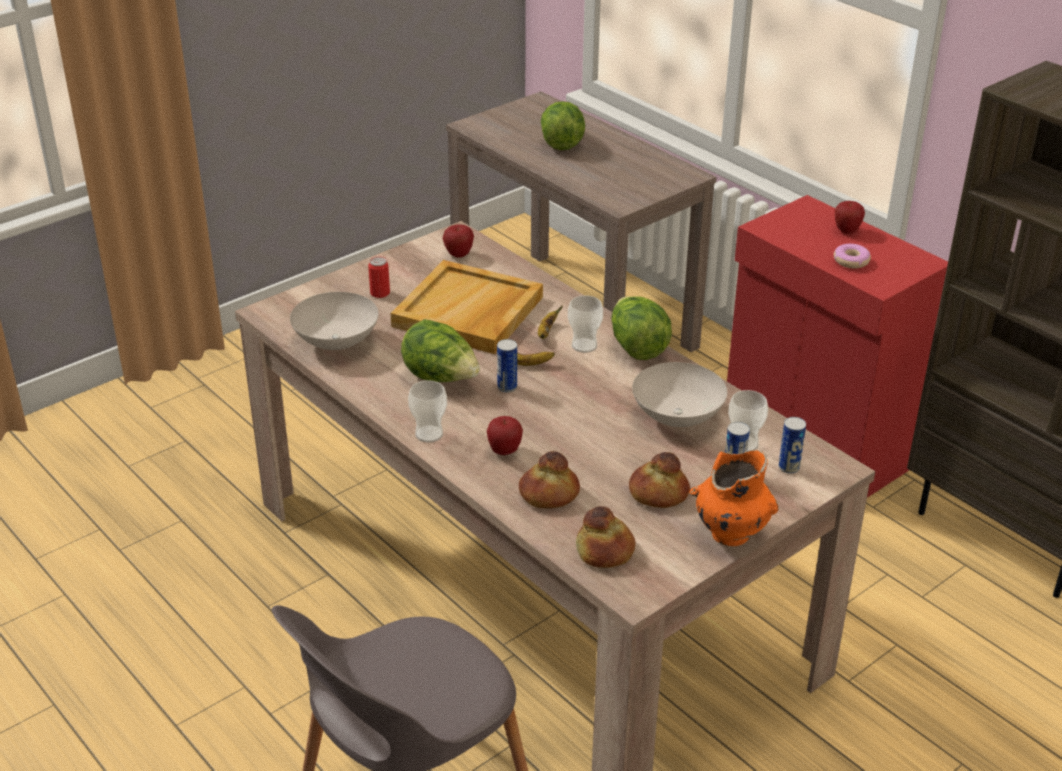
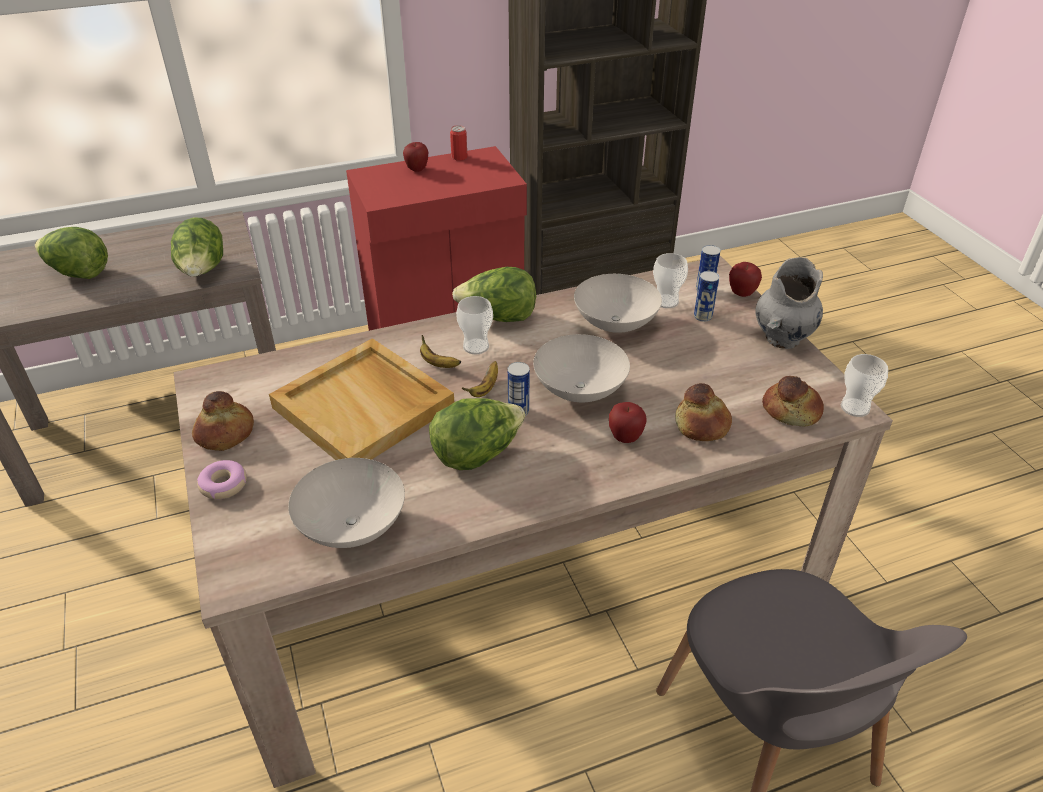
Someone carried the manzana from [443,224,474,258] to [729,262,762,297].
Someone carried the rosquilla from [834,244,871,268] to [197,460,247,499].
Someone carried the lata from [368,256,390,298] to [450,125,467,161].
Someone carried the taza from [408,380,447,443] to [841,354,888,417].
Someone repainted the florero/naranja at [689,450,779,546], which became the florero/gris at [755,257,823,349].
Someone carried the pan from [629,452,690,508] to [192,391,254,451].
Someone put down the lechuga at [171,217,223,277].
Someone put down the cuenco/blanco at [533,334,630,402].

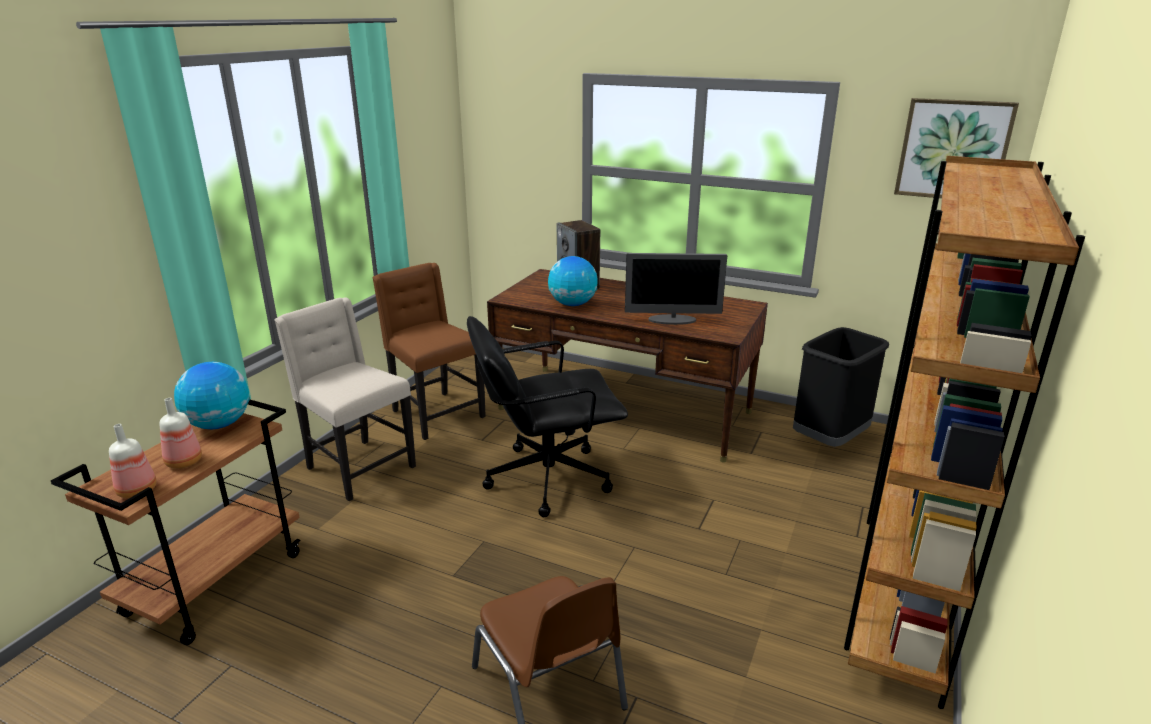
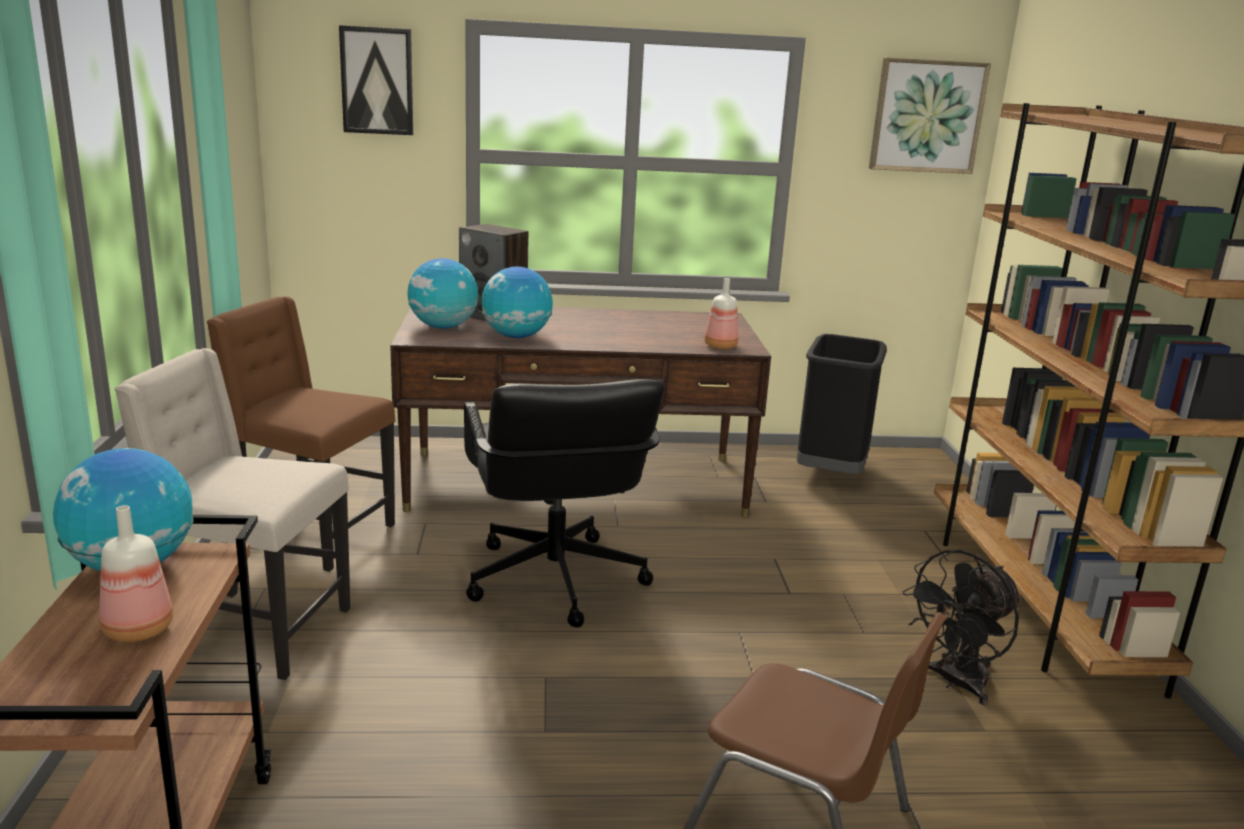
Someone took away the monitor at [625,253,727,325].
Someone rotated the silla de oficina/negro at [467,316,628,517] by 60 degrees counterclockwise.
Someone carried the botella from [109,424,157,499] to [704,278,738,349].
Someone put up the cuadro at [339,25,413,135].
Someone put down the globo terráqueo at [408,258,478,329].
Someone put down the ventilador/negro at [902,550,1021,705].

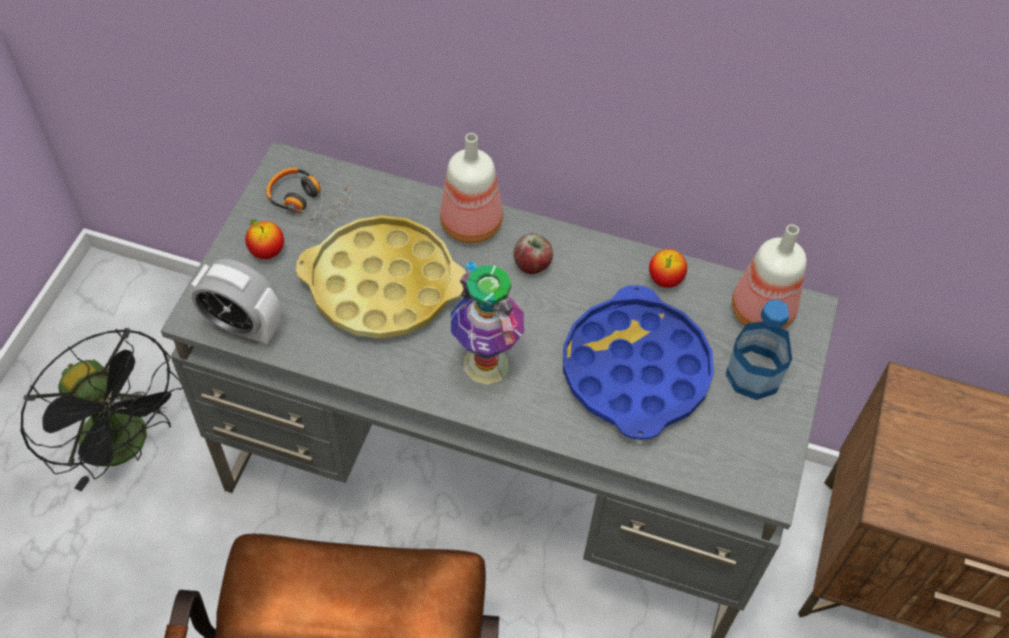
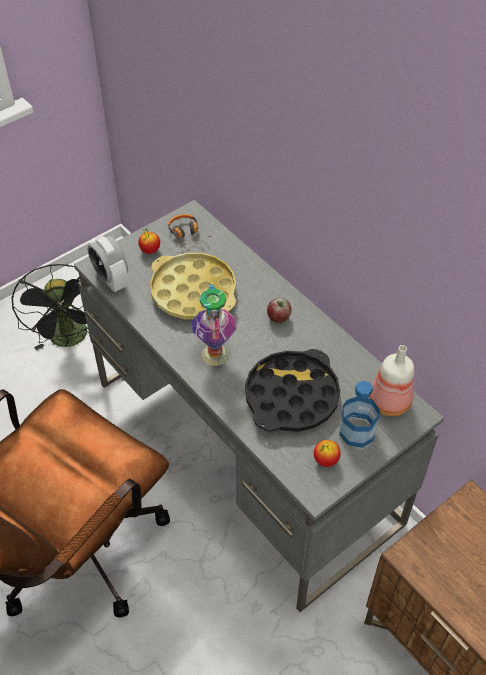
Someone took away the botella at [440,133,503,244].
Someone carried the manzana from [649,249,687,288] to [314,440,341,467].
Someone repainted the bandeja/azul at [563,285,714,440], which became the bandeja/negro at [245,349,340,432].

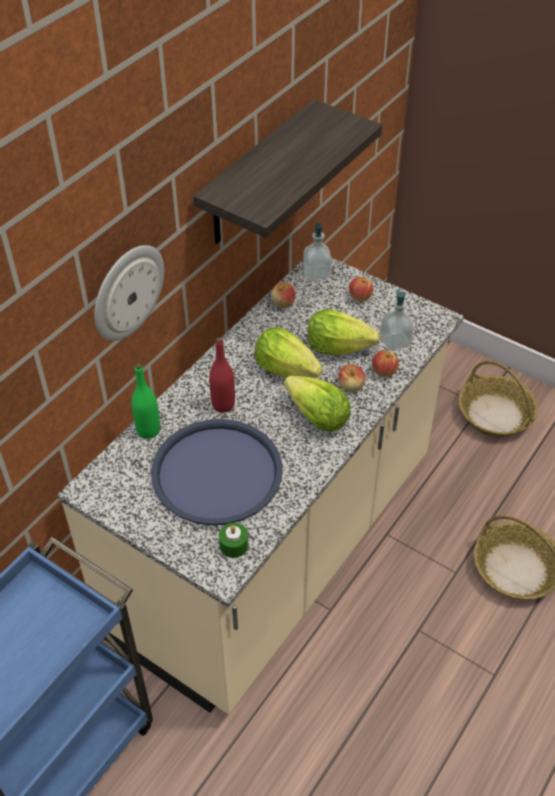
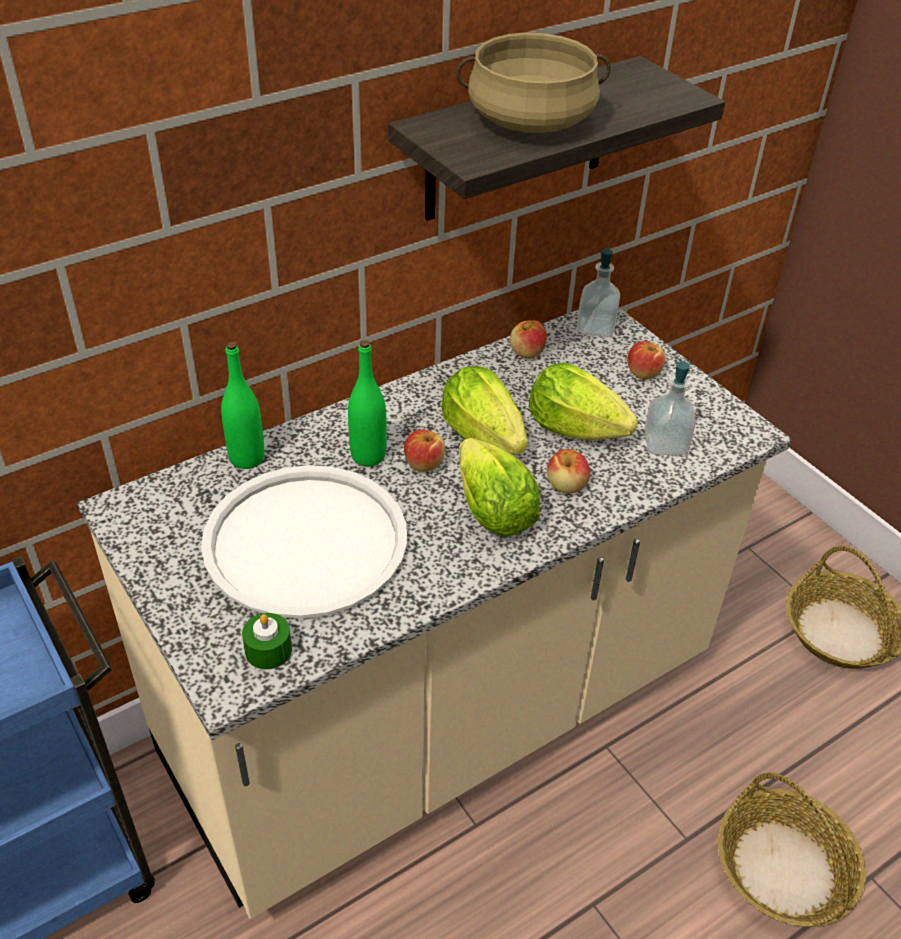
Someone took away the reloj de pared at [94,245,164,341].
Someone repainted the botella/rojo at [209,337,235,413], which became the botella/verde at [348,340,386,466].
Someone carried the manzana from [372,351,399,377] to [404,429,445,472].
Someone repainted the bandeja/azul at [151,419,283,526], which became the bandeja/blanco at [201,465,407,619].
Someone put down the olla/beis at [456,32,611,133].

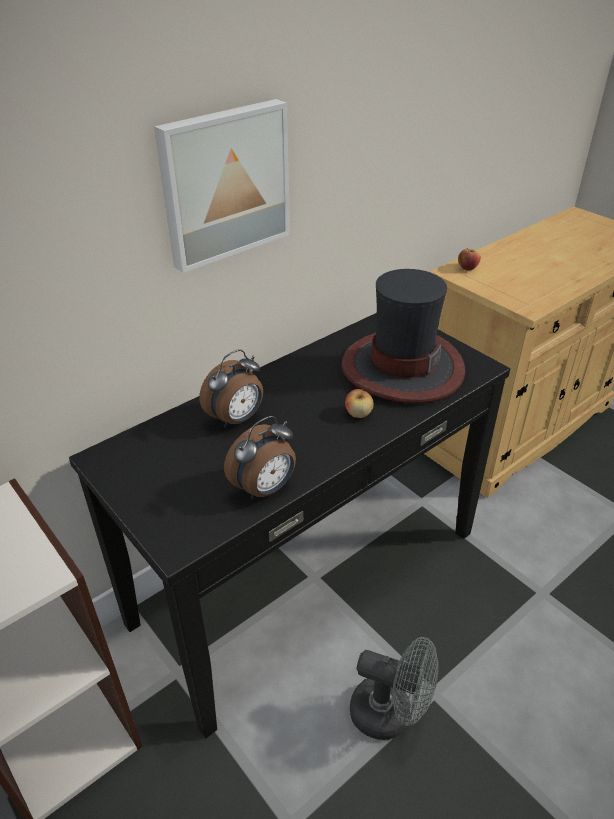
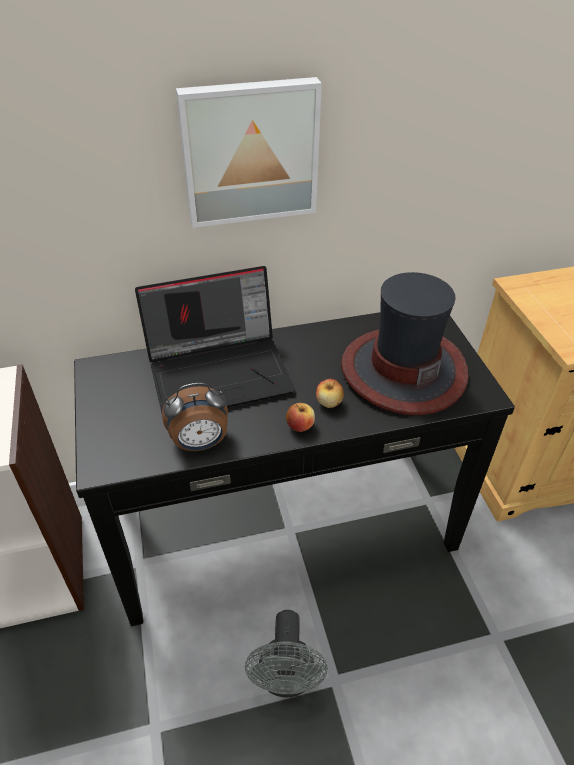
Someone carried the manzana from [458,248,481,271] to [286,403,315,432].
Someone swapped the despertador at [200,349,263,428] for the portátil at [135,266,295,413].
Someone rotated the ventilador/gris at [350,637,438,740] by 45 degrees clockwise.

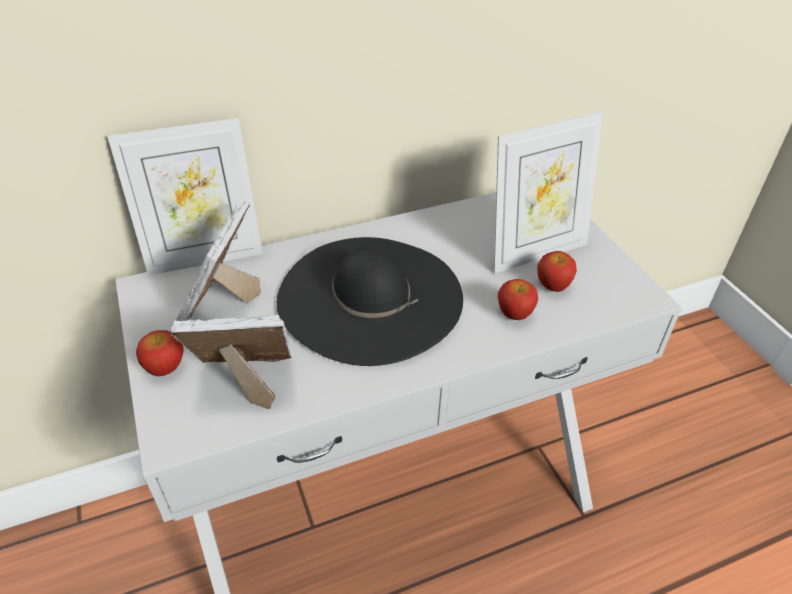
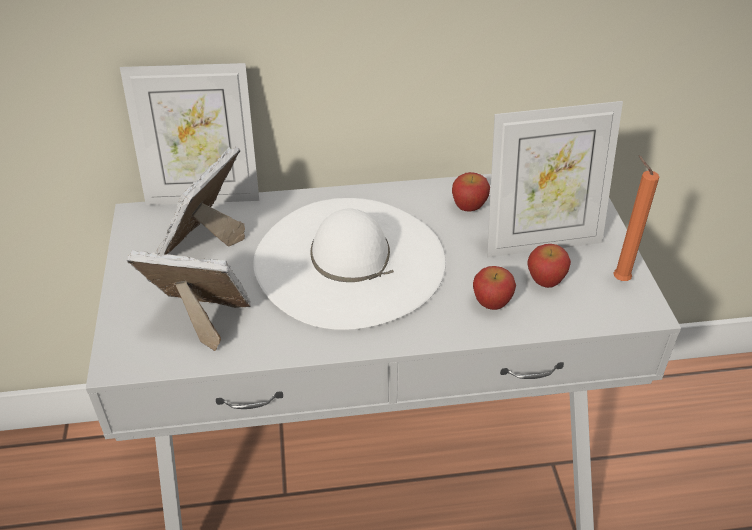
Someone repainted the sombrero/negro at [277,237,463,366], which became the sombrero/blanco at [253,198,446,330].
Someone carried the manzana from [136,330,184,376] to [452,172,490,212].
Someone put down the vela/naranja at [613,155,659,281].

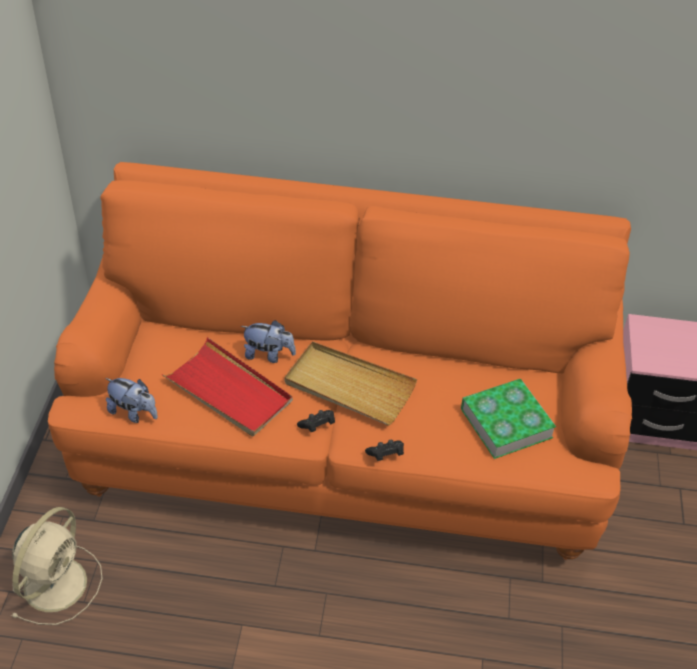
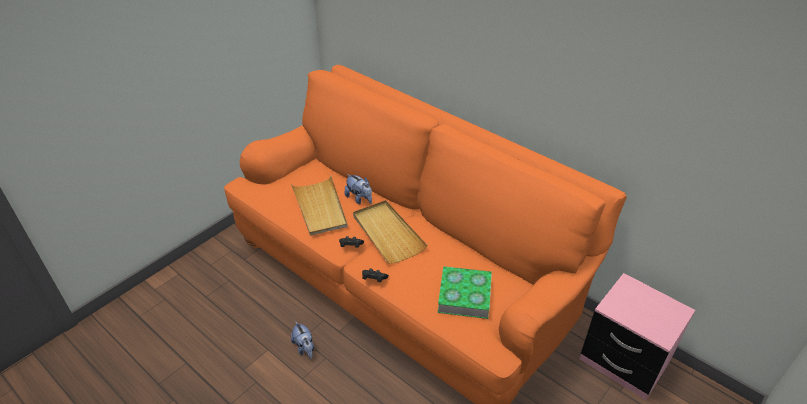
Someone repainted the bandeja/rojo at [162,337,293,437], which became the bandeja/beis at [291,176,348,236].
Someone carried the peluche from [105,378,158,423] to [291,321,314,359].
Someone took away the ventilador/beis at [11,507,103,625].

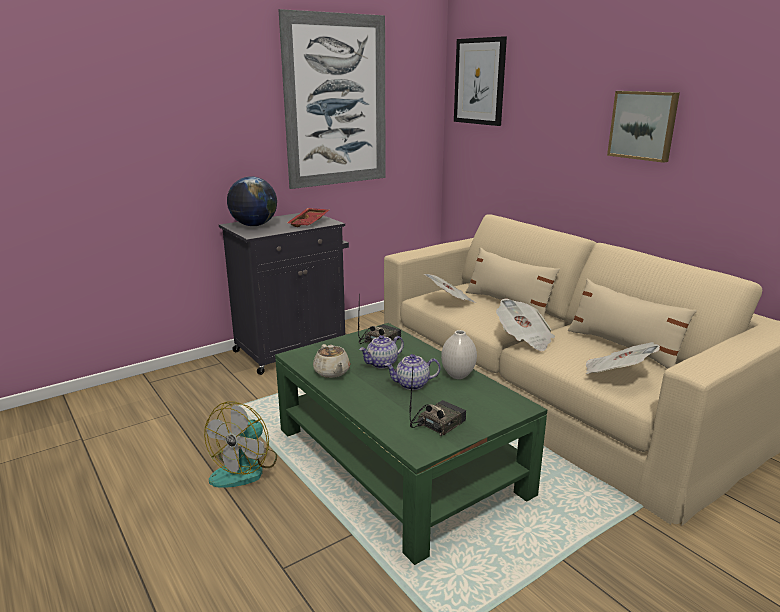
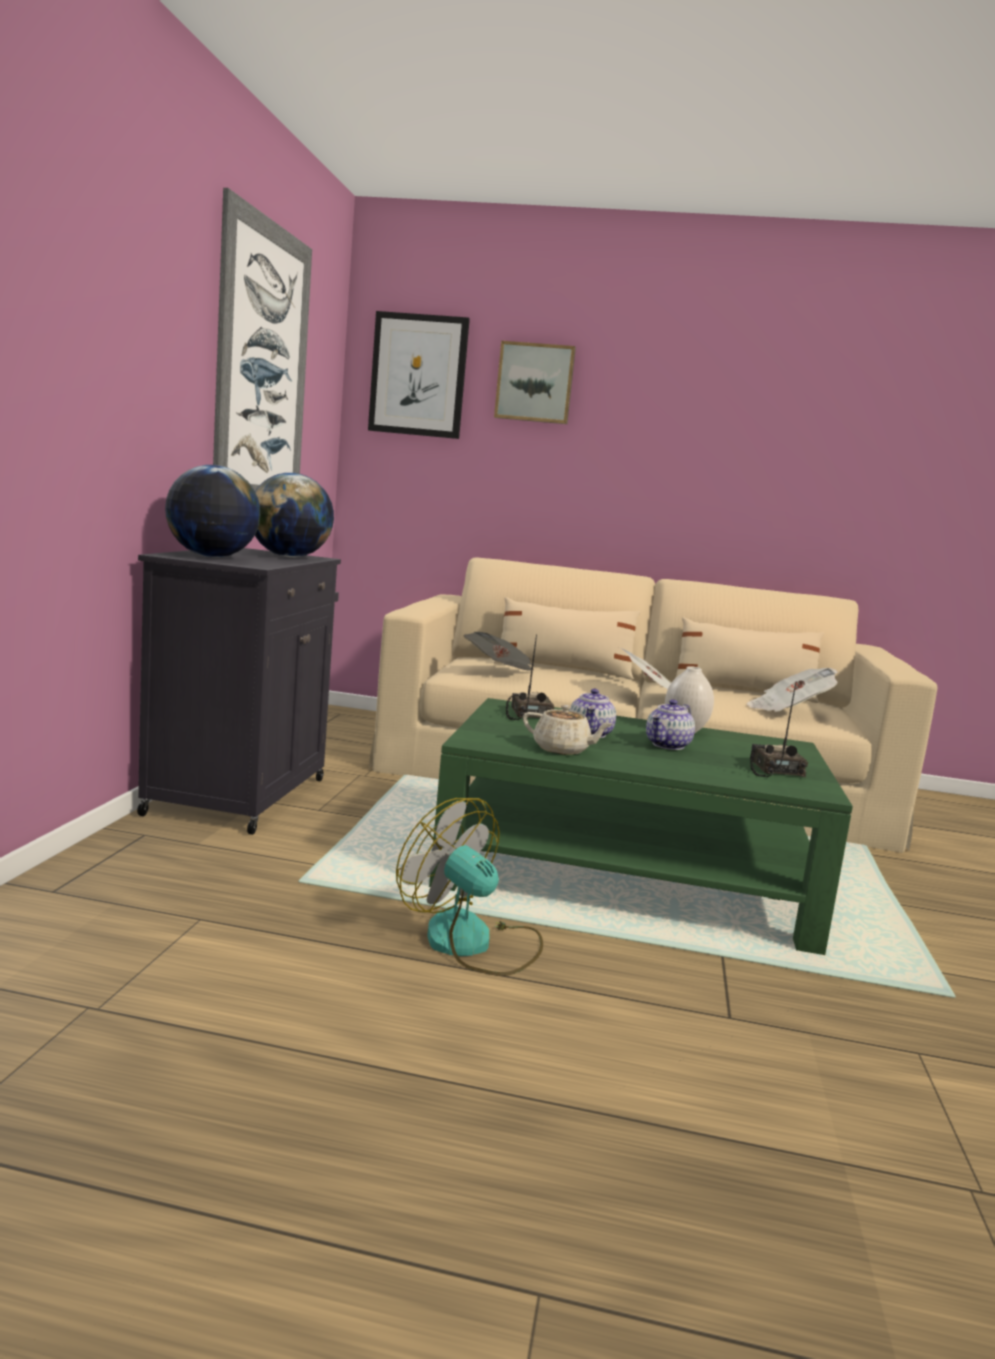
Someone carried the cuadro from [607,91,680,163] to [494,341,576,424].
Someone swapped the bandeja/rojo at [287,208,329,227] for the globo terráqueo at [255,473,334,557].
Someone rotated the ventilador at [204,401,277,488] by 150 degrees clockwise.

